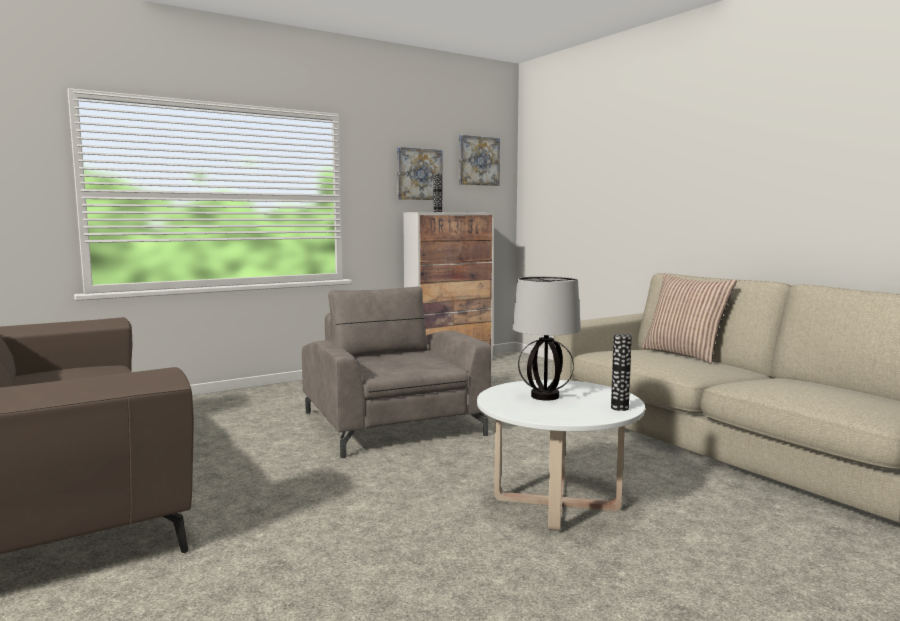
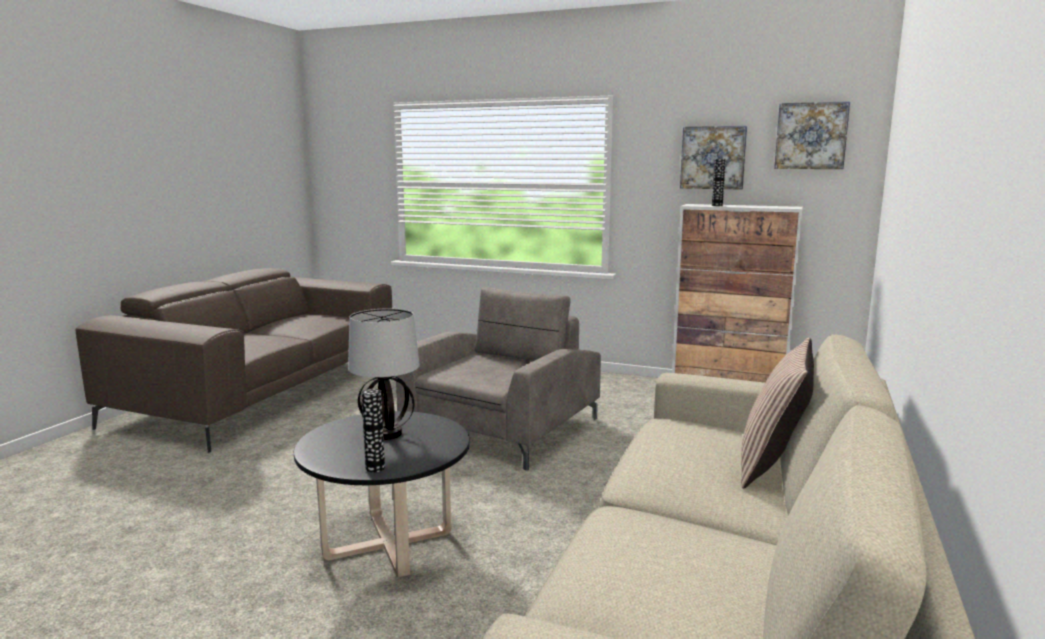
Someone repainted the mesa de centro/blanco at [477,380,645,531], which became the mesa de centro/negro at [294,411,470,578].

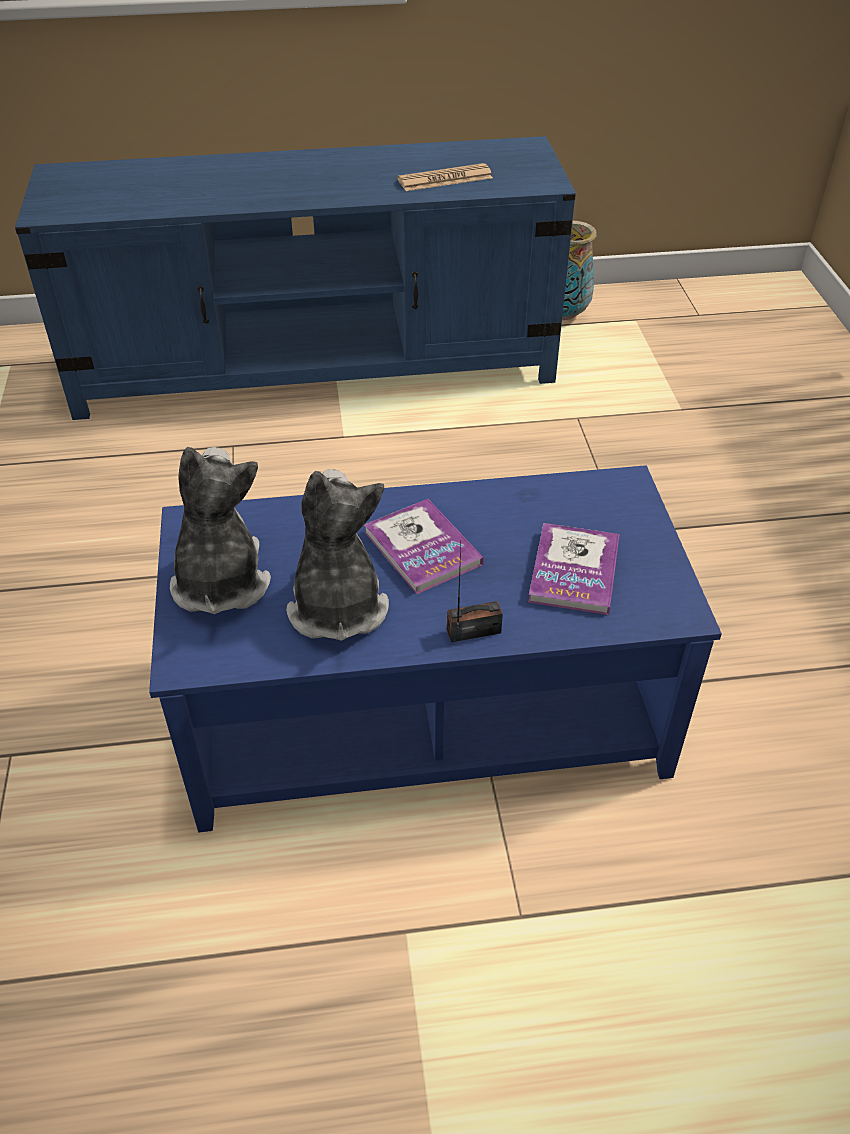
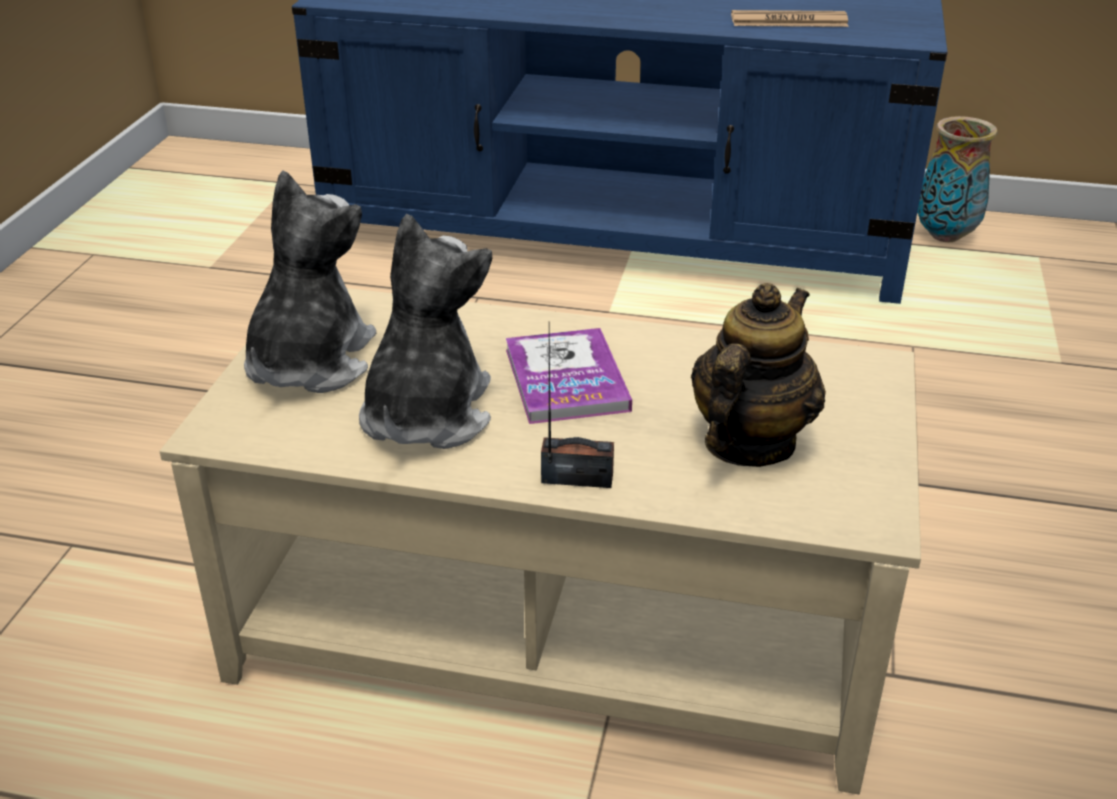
Someone repainted the mesa de centro/azul at [149,465,722,832], which became the mesa de centro/beis at [159,288,921,794].
Someone swapped the libro at [528,523,620,615] for the tetera at [691,283,826,467].

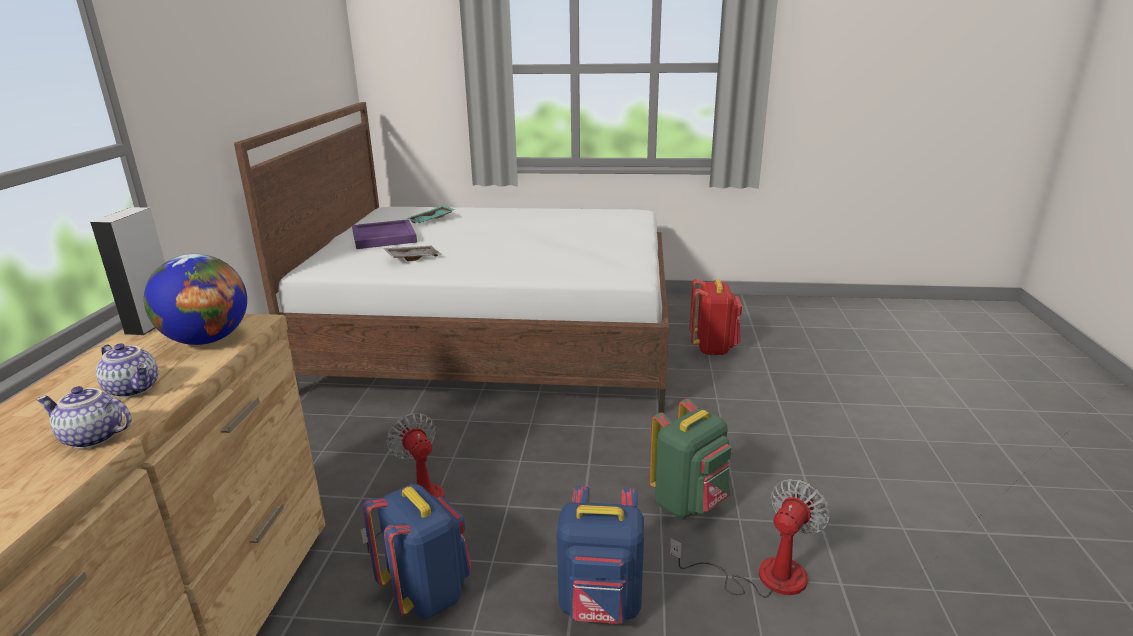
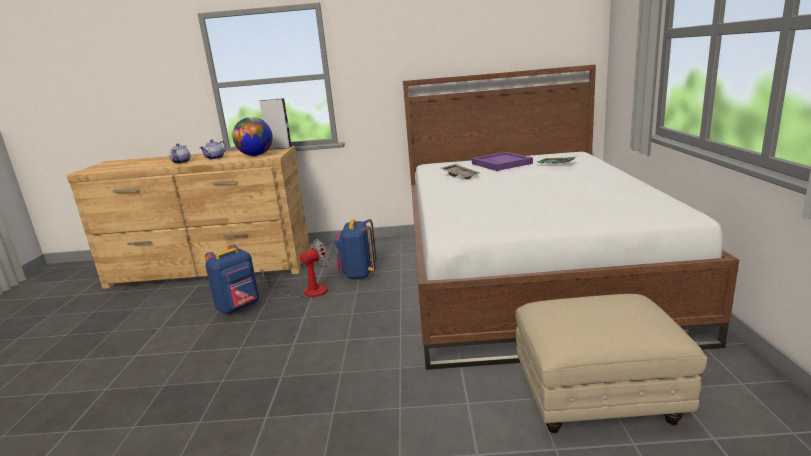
Someone swapped the mochila/rojo at [689,279,742,355] for the puf/beis at [515,294,707,433].
Someone took away the mochila/verde at [649,398,731,519].
Someone took away the ventilador at [670,479,830,598].
Someone carried the mochila/azul from [557,486,644,624] to [335,219,377,280].

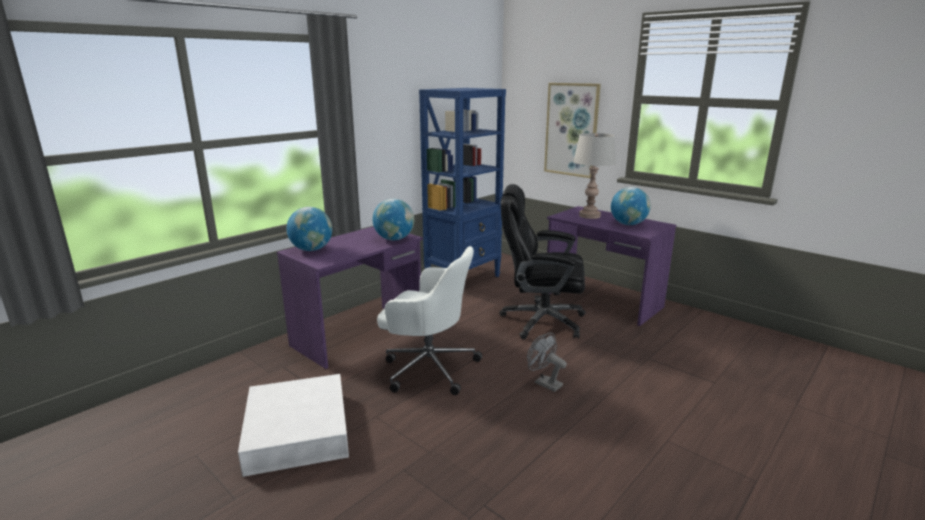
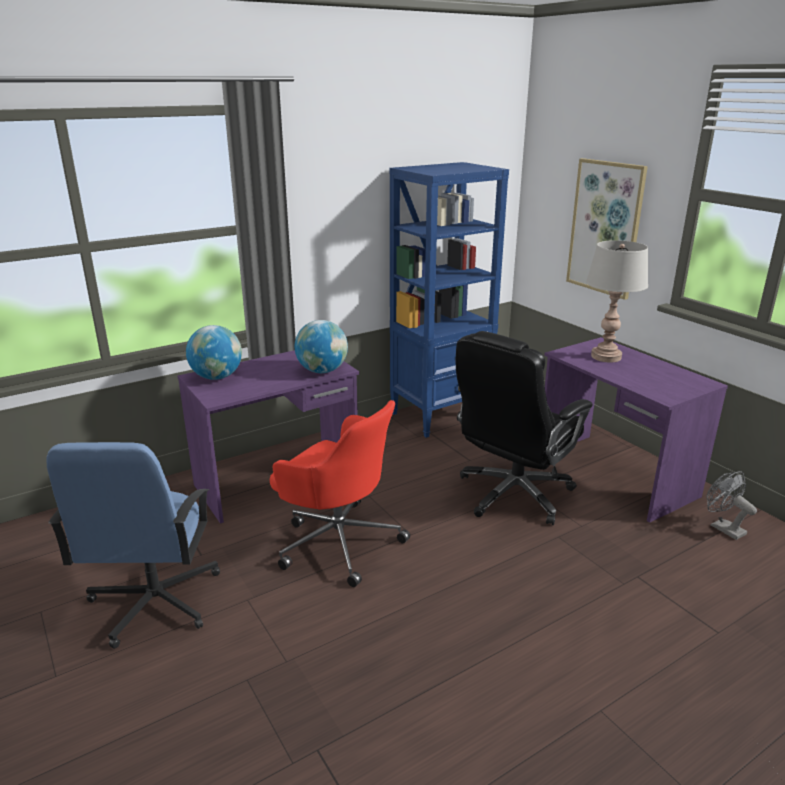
Someone rotated the silla de oficina/negro at [499,184,586,339] by 75 degrees counterclockwise.
Someone took away the globo terráqueo at [611,187,650,225].
Someone repainted the silla de oficina/blanco at [377,246,482,395], which became the silla de oficina/rojo at [270,400,410,587].
Someone carried the ventilador/gris from [527,332,567,392] to [706,471,757,540].
Someone swapped the caja de almacenaje/blanco at [238,374,349,477] for the silla de oficina/azul at [47,442,220,649].

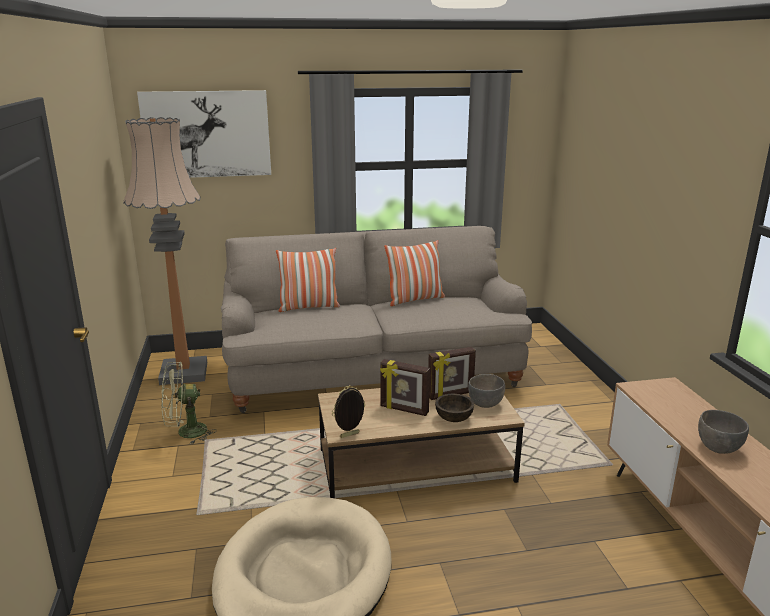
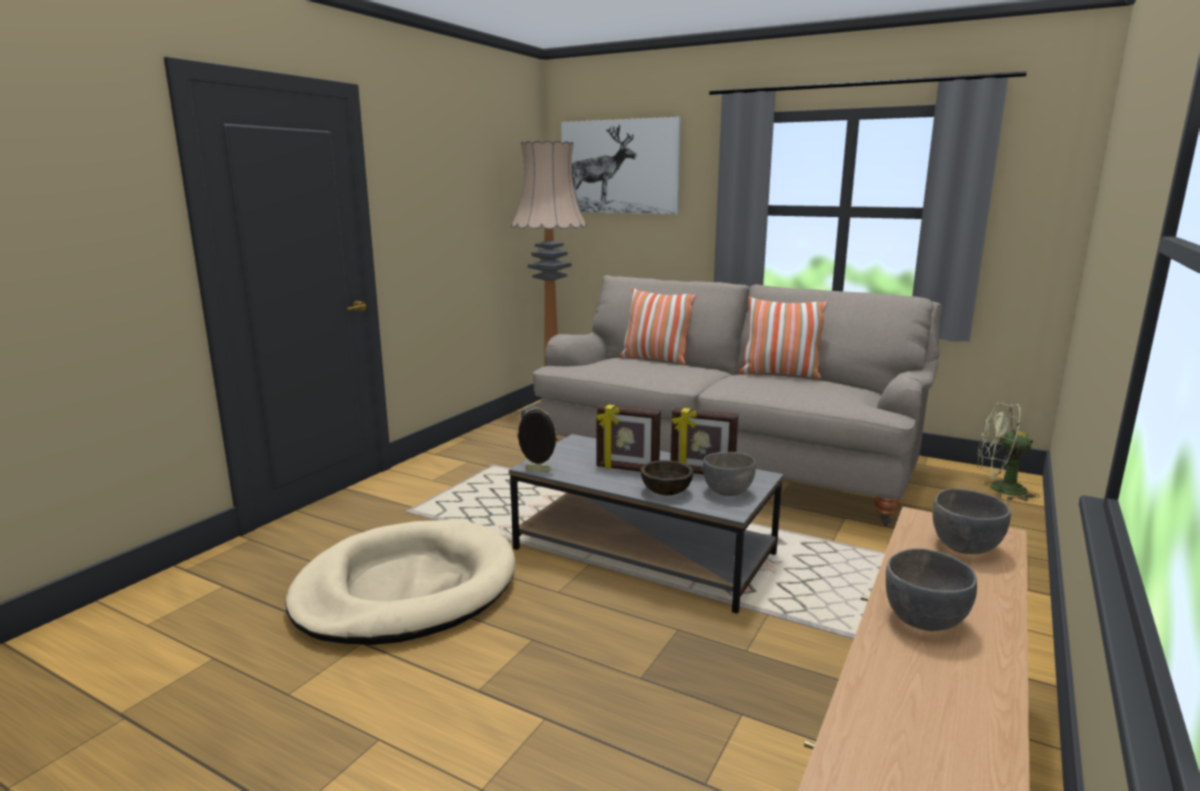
Someone rotated the portarretratos at [380,359,430,416] by 45 degrees counterclockwise.
Someone carried the ventilador/verde from [161,362,217,445] to [977,402,1040,501].
Someone repainted the mesa de centro/marrón at [318,388,525,498], which became the mesa de centro/gris at [509,434,784,614].
Someone put down the cuenco/gris at [932,489,1011,554].

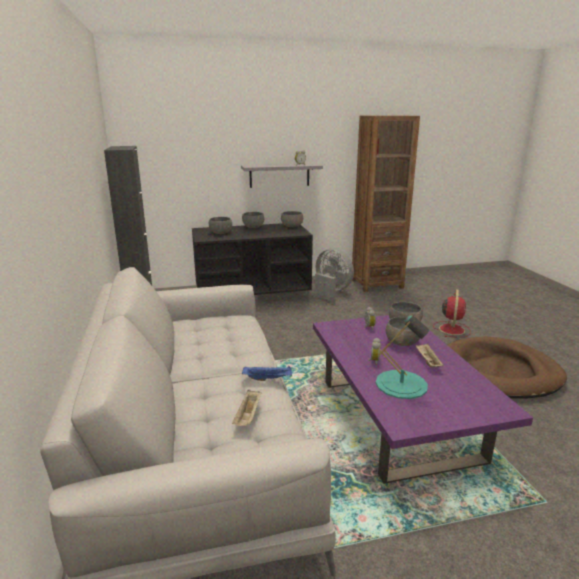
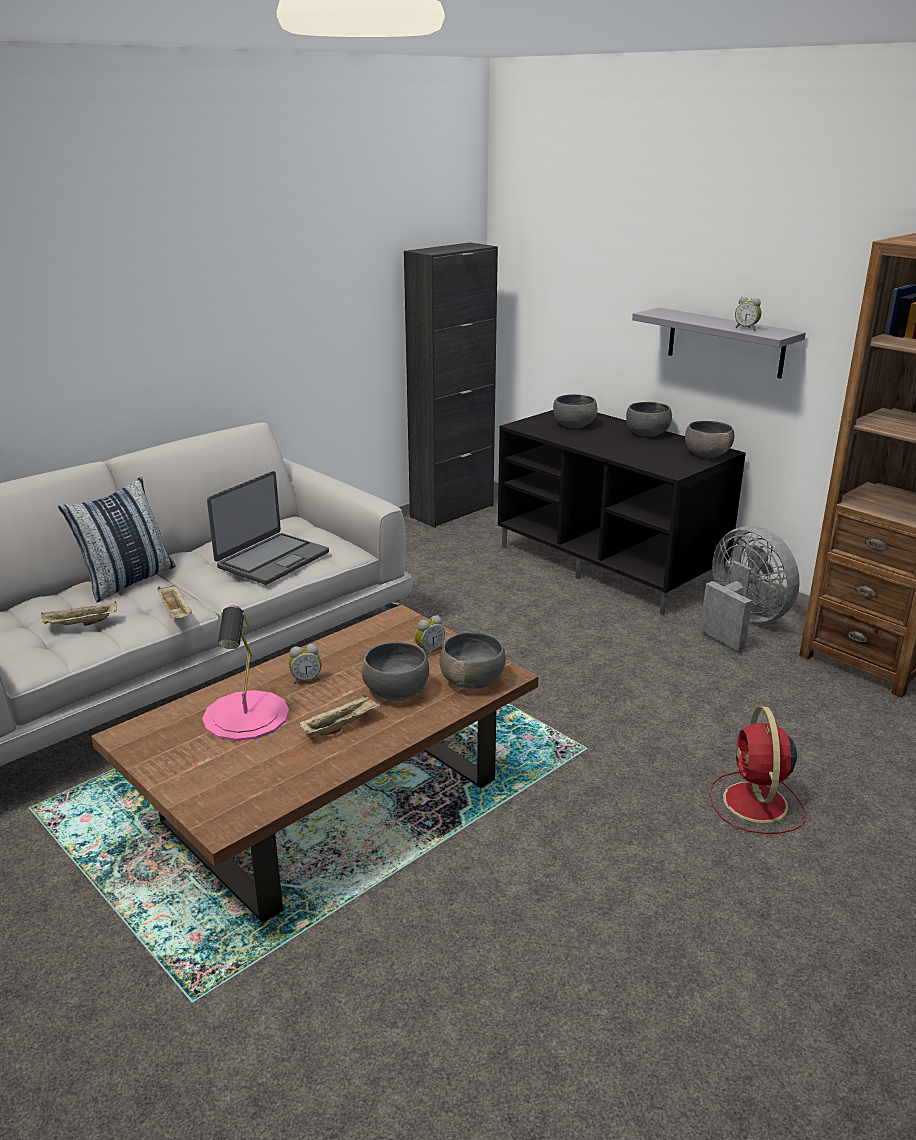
Someone rotated the ventilador/gris at [315,248,354,301] by 45 degrees counterclockwise.
Someone rotated the ventilador/rojo at [433,289,471,337] by 105 degrees clockwise.
Someone repainted the mesa de centro/morado at [313,315,533,484], which became the mesa de centro/marrón at [91,605,539,923].
Someone repainted the lámpara de mesa/turquesa at [376,315,430,399], which became the lámpara de mesa/rosa at [202,606,289,741].
Someone took away the cama para perro/marrón at [447,337,567,399].
Someone repainted the bandeja/azul at [242,366,292,381], which became the bandeja/beis at [158,585,192,618].
Someone put down the portátil at [207,471,329,585].
Someone put down the cojín at [58,477,176,603].

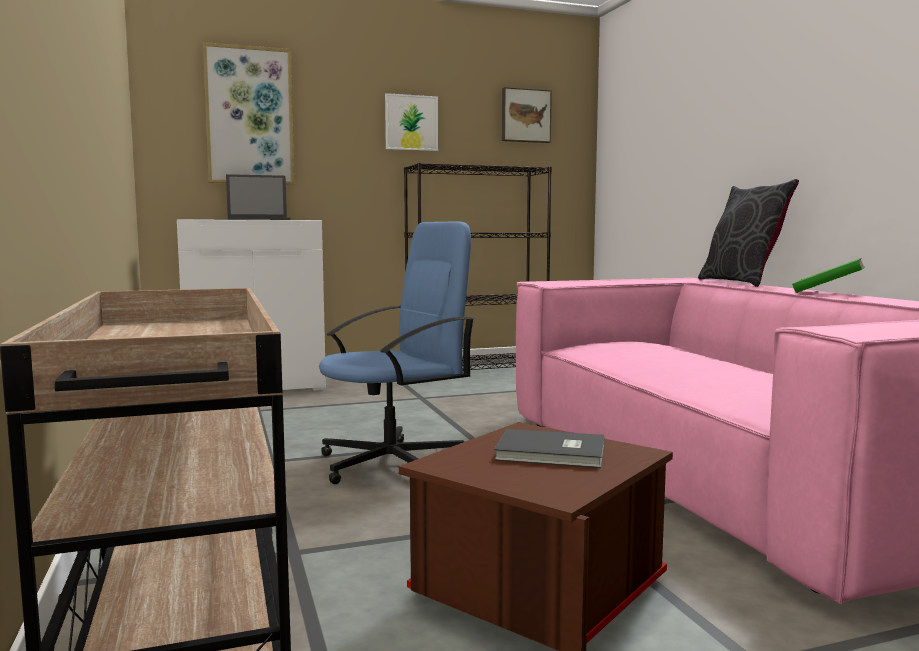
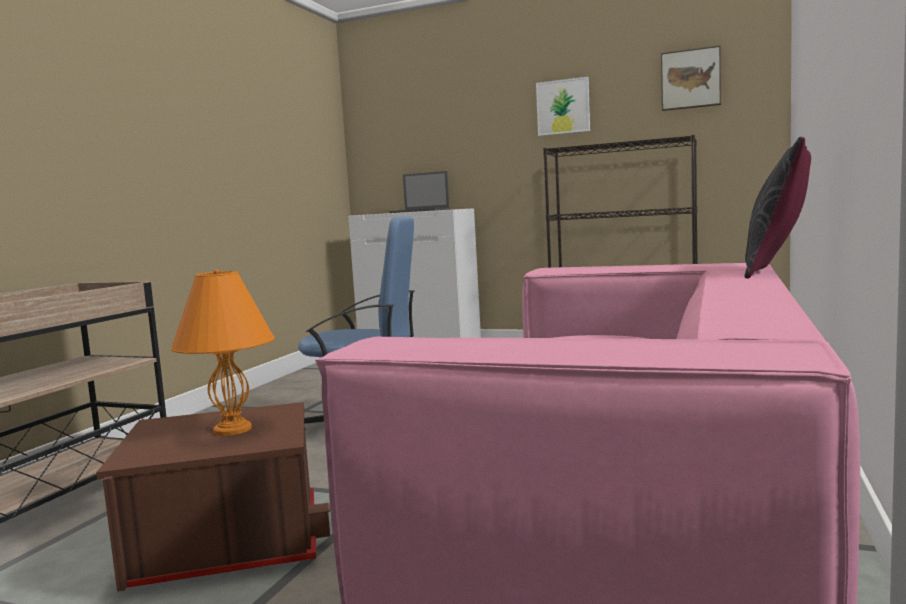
Someone took away the cuadro at [203,42,294,184].
Someone took away the libro/verde at [792,258,865,293].
Someone swapped the libro/gris at [494,429,604,468] for the lámpara de mesa/naranja at [171,269,275,436].

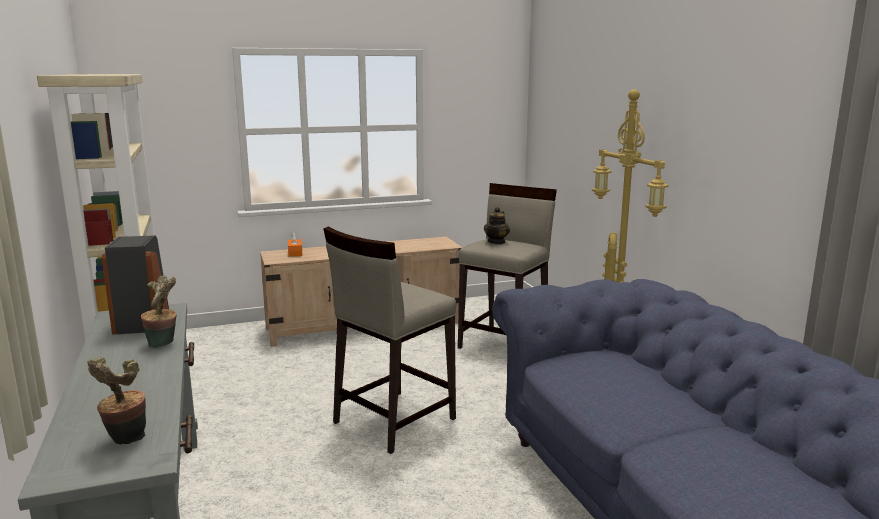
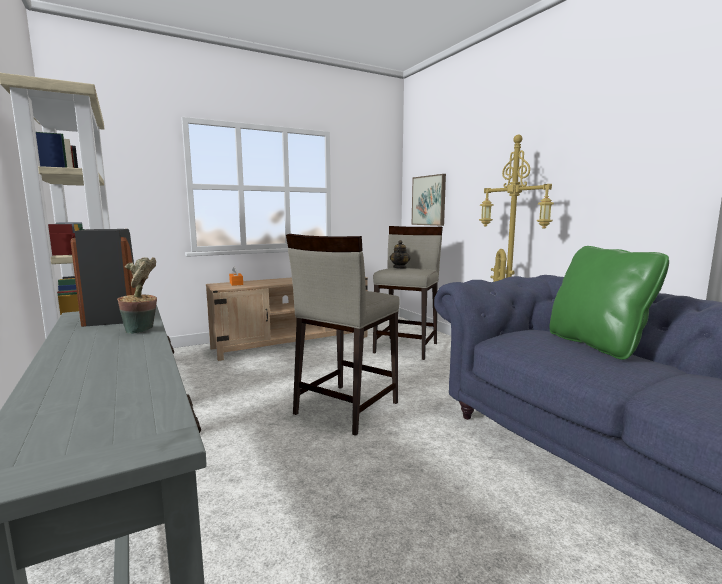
Someone took away the planta en maceta at [87,357,146,445].
Someone put up the cuadro at [412,174,446,226].
Someone put down the cojín/verde at [549,246,669,360].

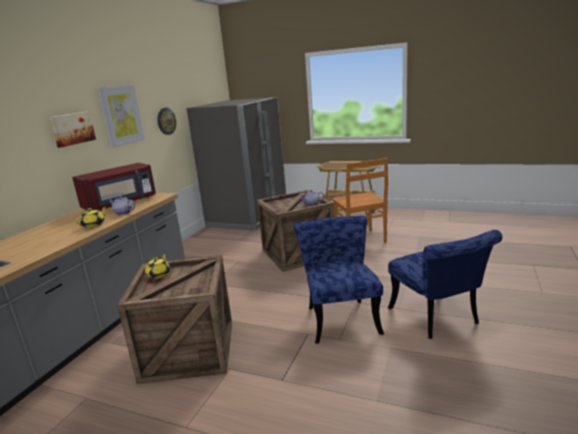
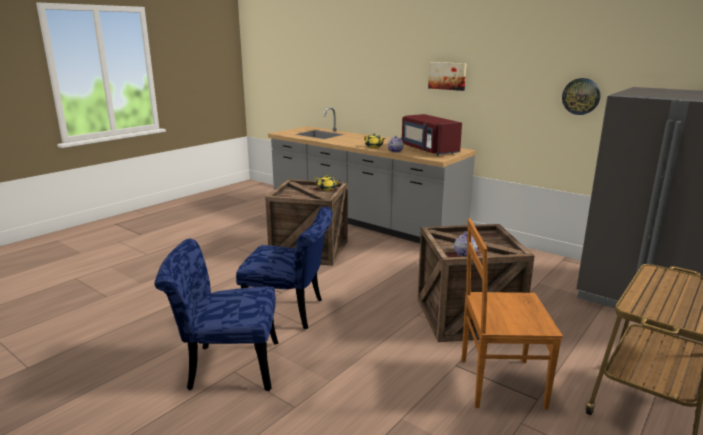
Someone took away the cuadro at [97,85,145,148].

